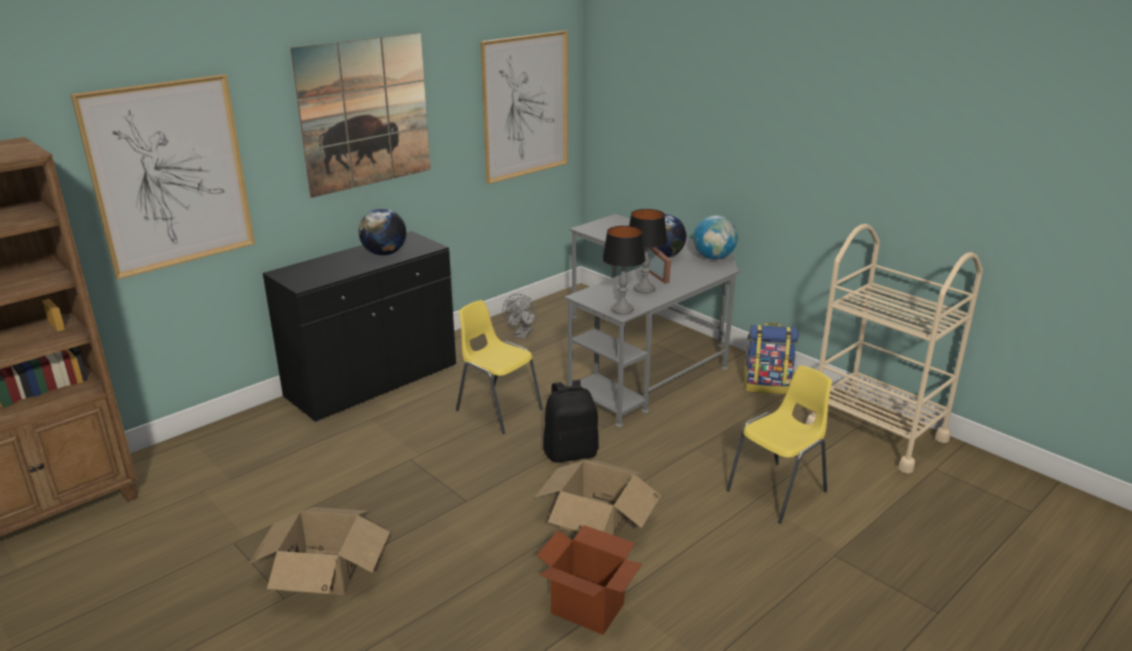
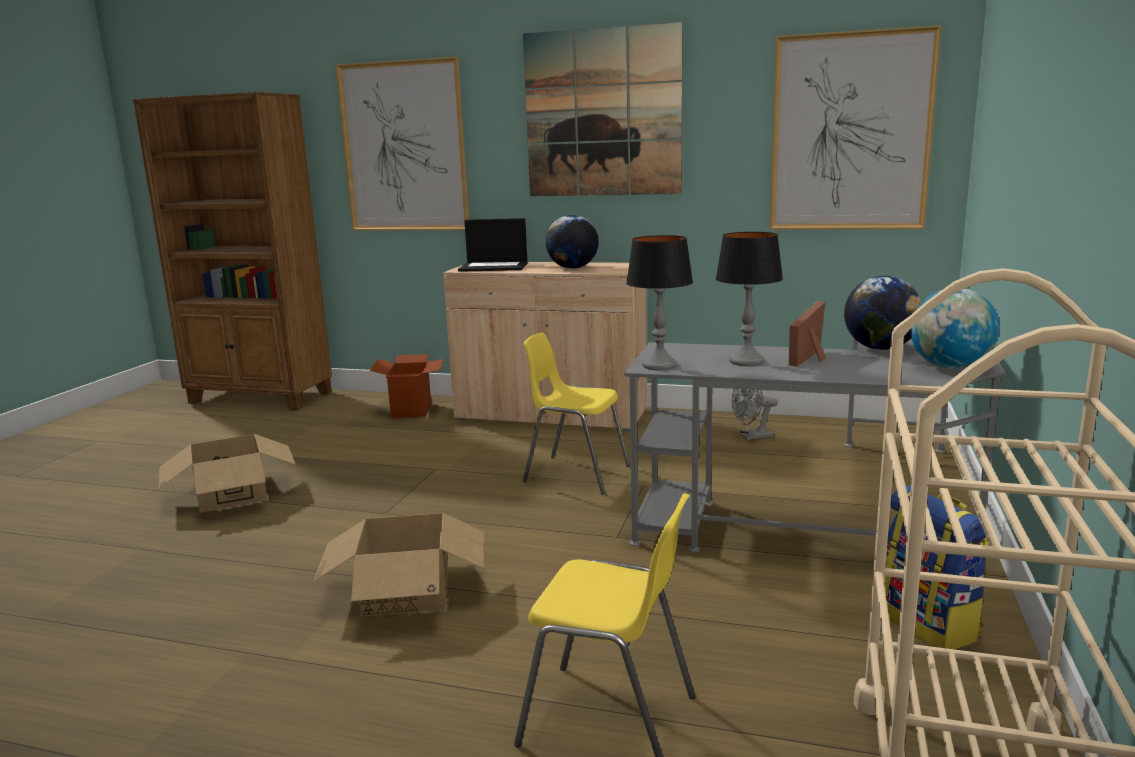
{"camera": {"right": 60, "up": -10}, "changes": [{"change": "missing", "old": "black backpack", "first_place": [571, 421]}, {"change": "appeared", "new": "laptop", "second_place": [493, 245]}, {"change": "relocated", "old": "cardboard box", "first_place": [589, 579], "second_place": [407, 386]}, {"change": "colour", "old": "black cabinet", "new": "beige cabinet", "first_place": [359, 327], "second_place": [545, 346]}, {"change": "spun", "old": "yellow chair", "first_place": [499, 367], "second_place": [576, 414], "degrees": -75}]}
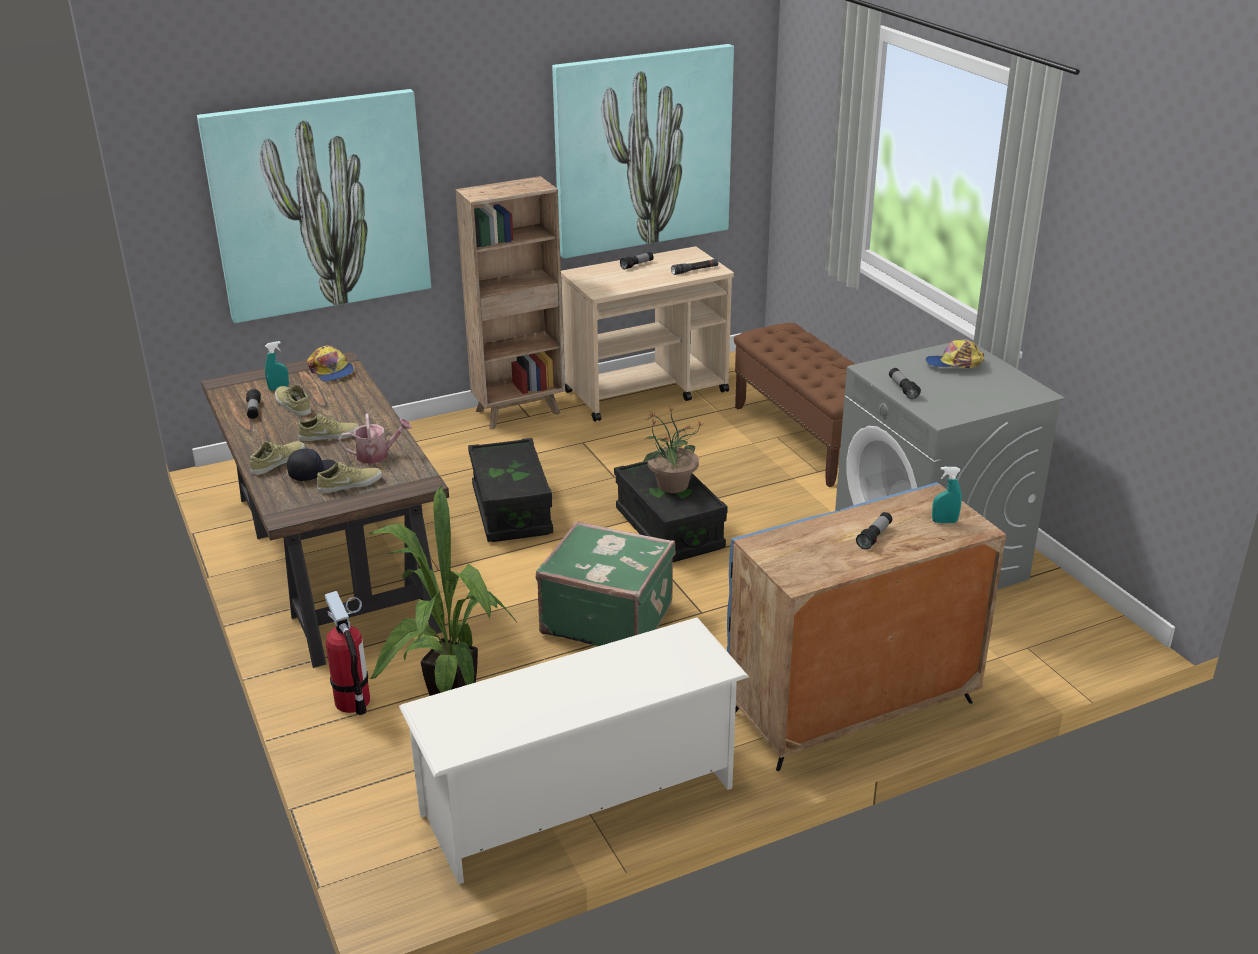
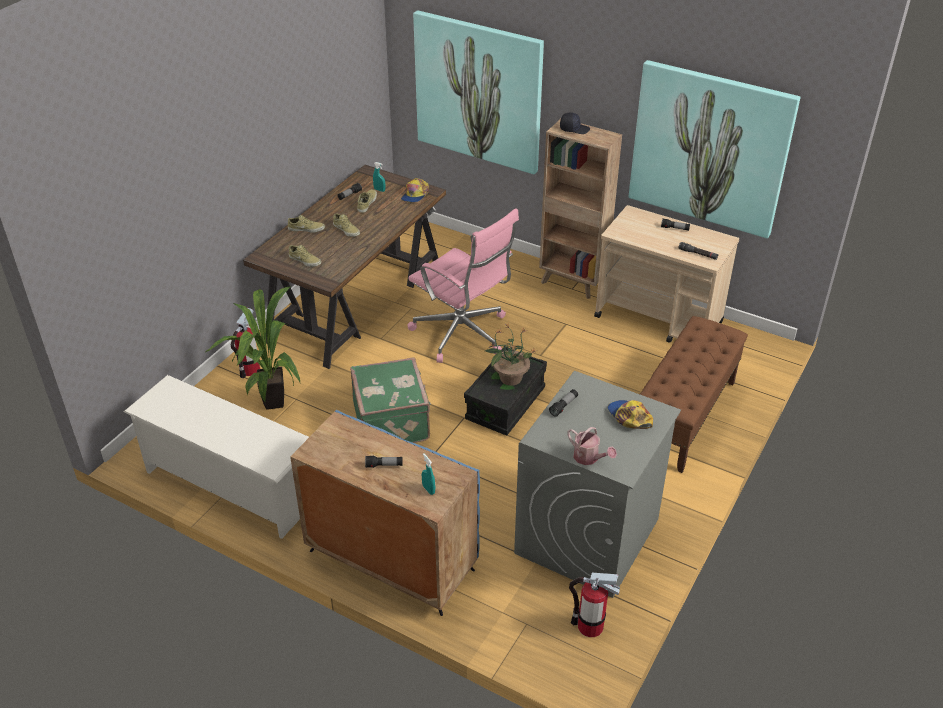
{"camera": {"right": 55, "up": 10}, "changes": [{"change": "appeared", "new": "fire extinguisher", "second_place": [594, 605]}, {"change": "relocated", "old": "black cap", "first_place": [311, 464], "second_place": [575, 123]}, {"change": "relocated", "old": "watering can", "first_place": [375, 439], "second_place": [592, 446]}, {"change": "exchanged", "old": "black storage box", "new": "pink office chair", "first_place": [510, 490], "second_place": [463, 285]}]}
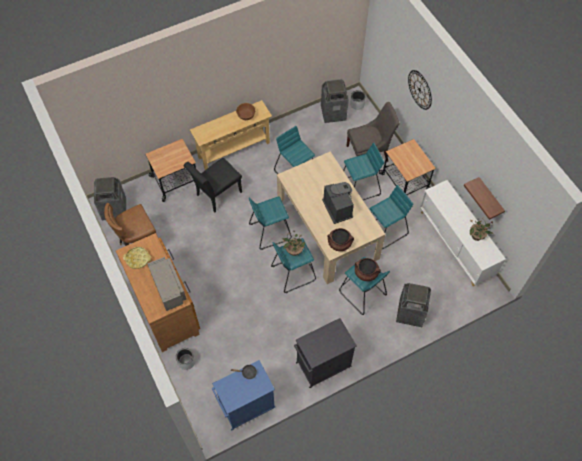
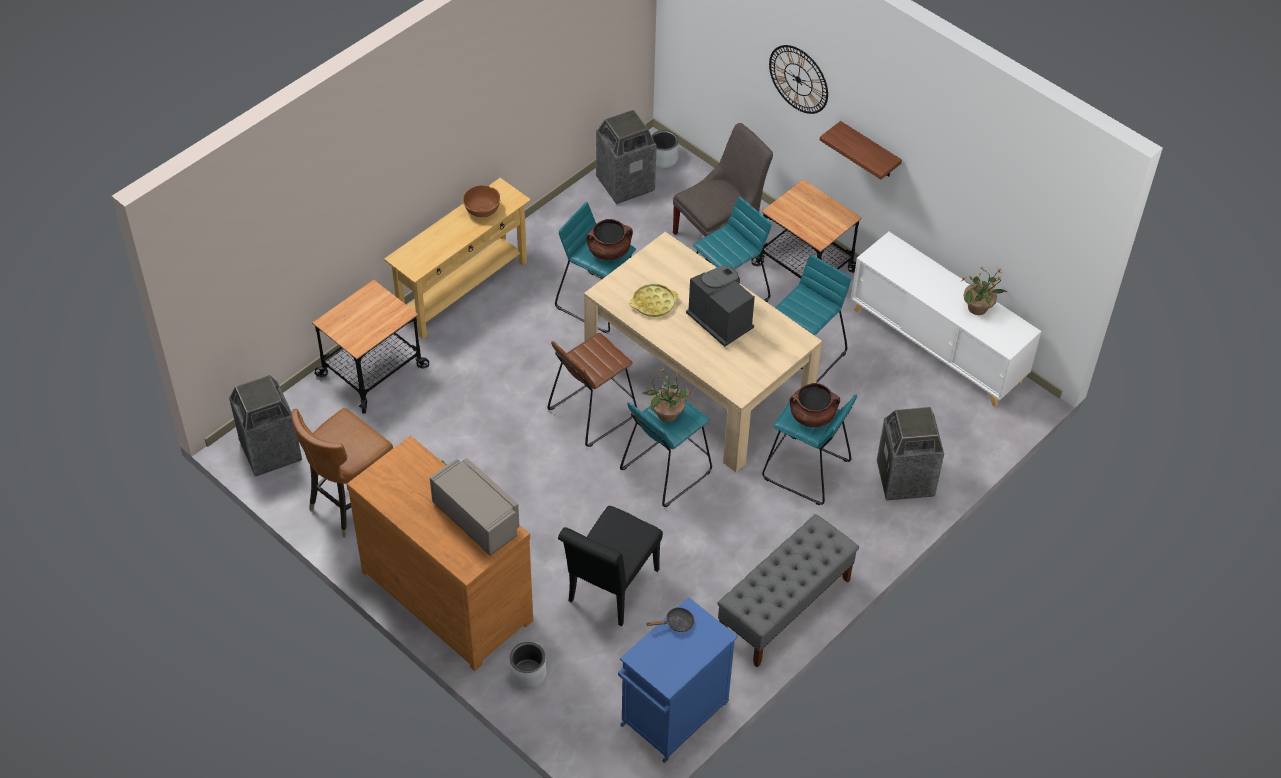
{"camera": {"right": -20, "up": -10}, "changes": [{"change": "relocated", "old": "yellow tray", "first_place": [137, 258], "second_place": [654, 300]}, {"change": "relocated", "old": "black chair", "first_place": [213, 185], "second_place": [610, 566]}, {"change": "relocated", "old": "brown cooking pot", "first_place": [340, 239], "second_place": [609, 239]}, {"change": "relocated", "old": "shelf", "first_place": [484, 198], "second_place": [861, 150]}, {"change": "exchanged", "old": "black cabinet", "new": "grey bench", "first_place": [325, 353], "second_place": [788, 591]}, {"change": "colour", "old": "turquoise stool", "new": "brown stool", "first_place": [270, 223], "second_place": [592, 390]}]}
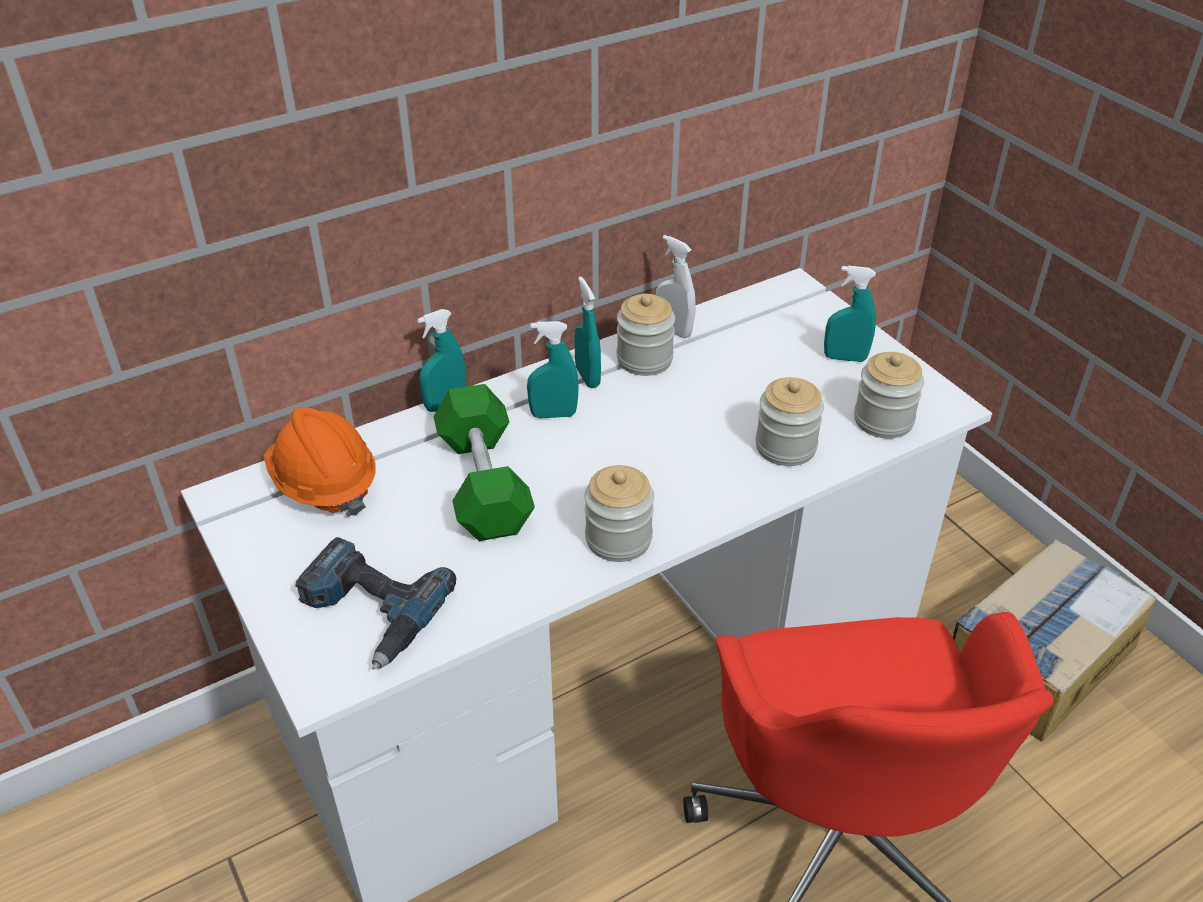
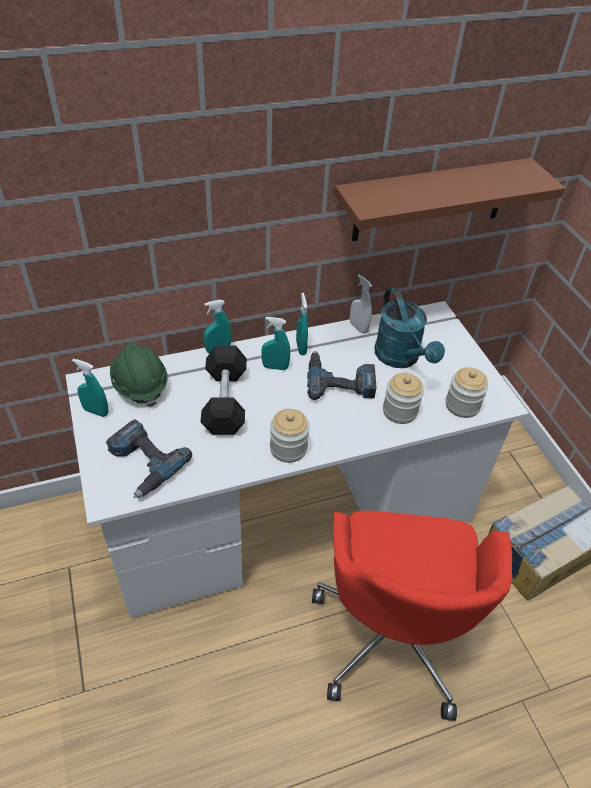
{"camera": {"right": 10, "up": 5}, "changes": [{"change": "missing", "old": "jar", "first_place": [646, 335]}, {"change": "appeared", "new": "power drill", "second_place": [341, 375]}, {"change": "appeared", "new": "brown shelf", "second_place": [450, 199]}, {"change": "appeared", "new": "turquoise watering can", "second_place": [409, 328]}, {"change": "relocated", "old": "turquoise spray bottle", "first_place": [850, 313], "second_place": [90, 388]}, {"change": "colour", "old": "orange hard hat", "new": "green hard hat", "first_place": [320, 461], "second_place": [139, 374]}, {"change": "colour", "old": "green dumbbell", "new": "black dumbbell", "first_place": [484, 462], "second_place": [223, 390]}]}
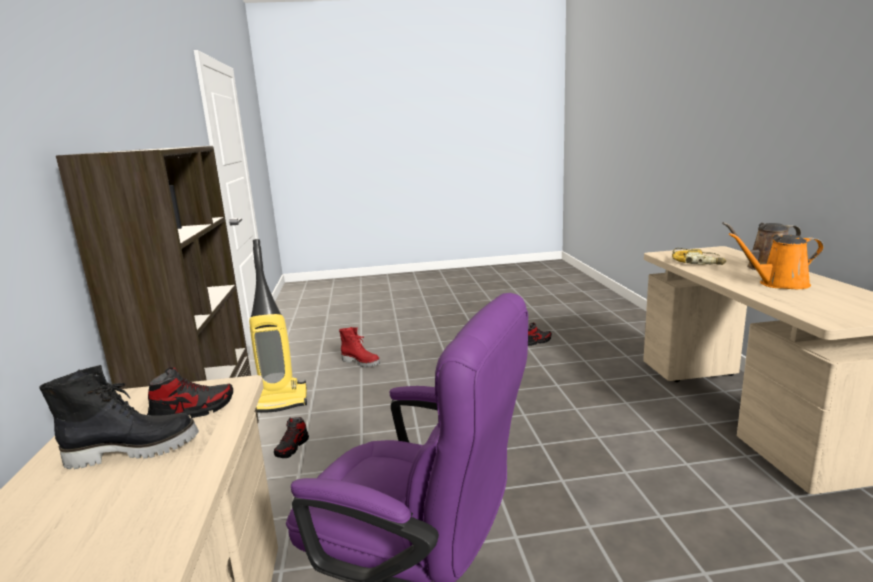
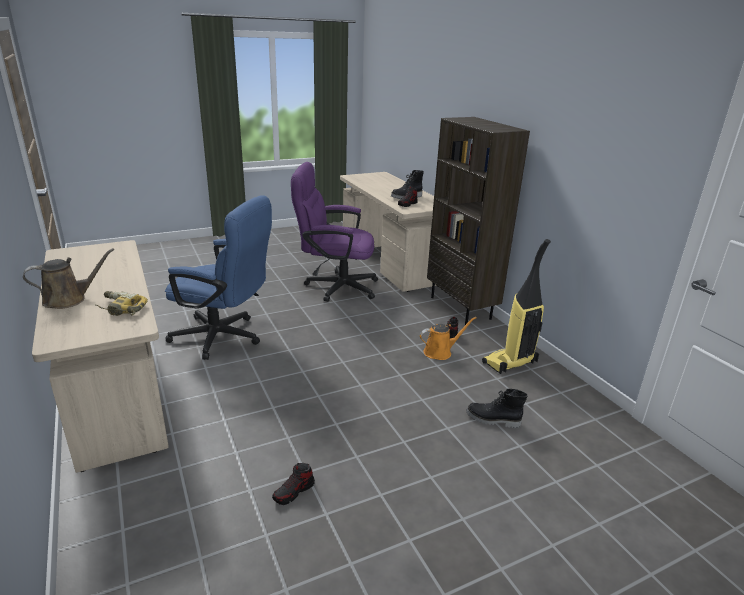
{"camera": {"right": 160, "up": 10}, "changes": [{"change": "appeared", "new": "blue office chair", "second_place": [218, 277]}, {"change": "relocated", "old": "orange watering can", "first_place": [776, 261], "second_place": [448, 338]}, {"change": "colour", "old": "red boot", "new": "black boot", "first_place": [359, 347], "second_place": [497, 408]}]}
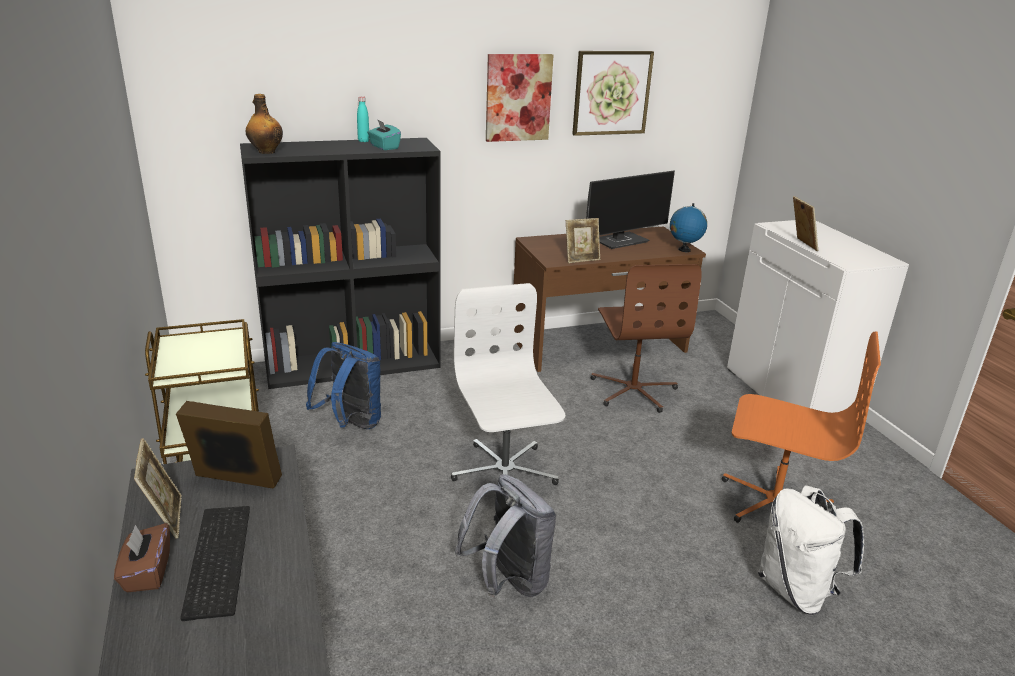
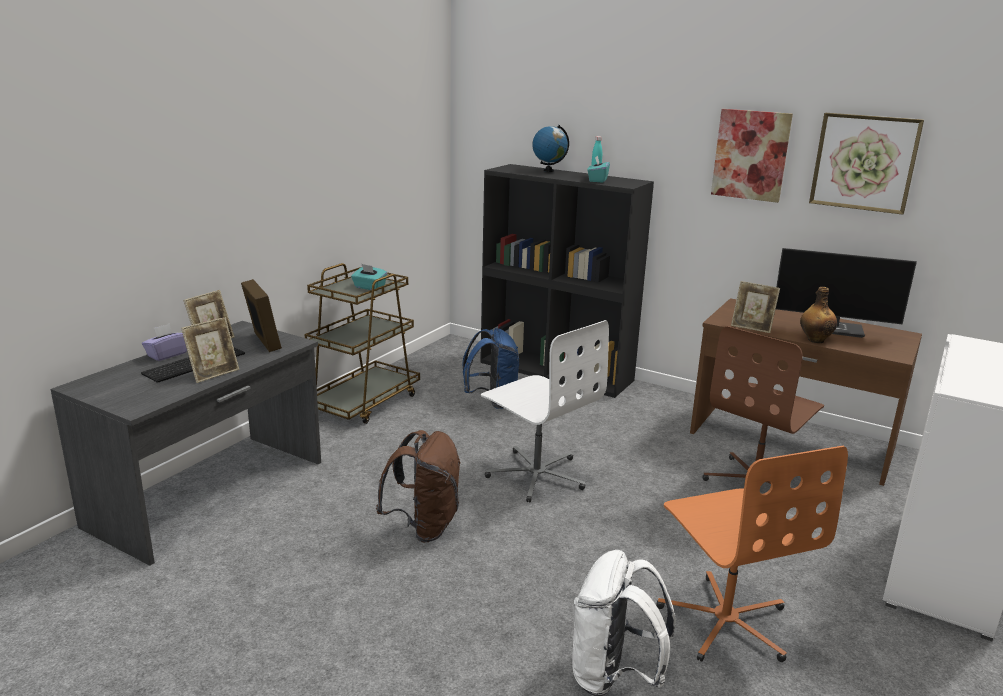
{"camera": {"right": 50, "up": -5}, "changes": [{"change": "appeared", "new": "turquoise tissue box", "second_place": [369, 277]}, {"change": "relocated", "old": "bottle", "first_place": [264, 124], "second_place": [818, 315]}, {"change": "relocated", "old": "globe", "first_place": [688, 227], "second_place": [550, 148]}, {"change": "relocated", "old": "picture frame", "first_place": [806, 223], "second_place": [210, 350]}, {"change": "colour", "old": "brown tissue box", "new": "purple tissue box", "first_place": [142, 557], "second_place": [164, 342]}, {"change": "colour", "old": "grey backpack", "new": "brown backpack", "first_place": [505, 535], "second_place": [418, 486]}, {"change": "spun", "old": "white office chair", "first_place": [508, 384], "second_place": [545, 411], "degrees": 105}]}
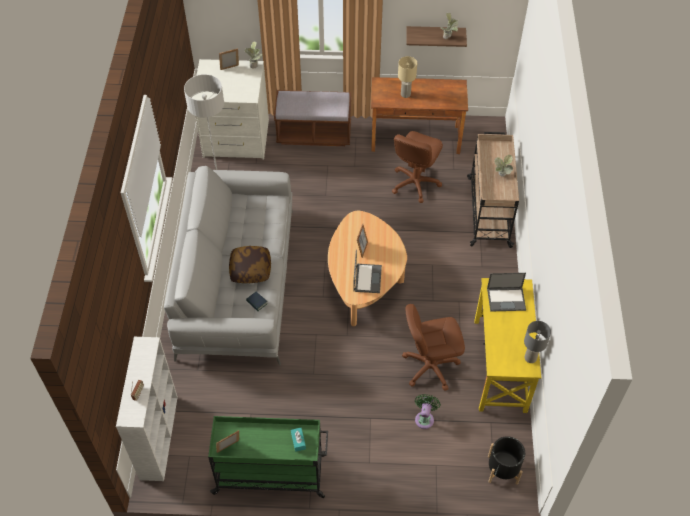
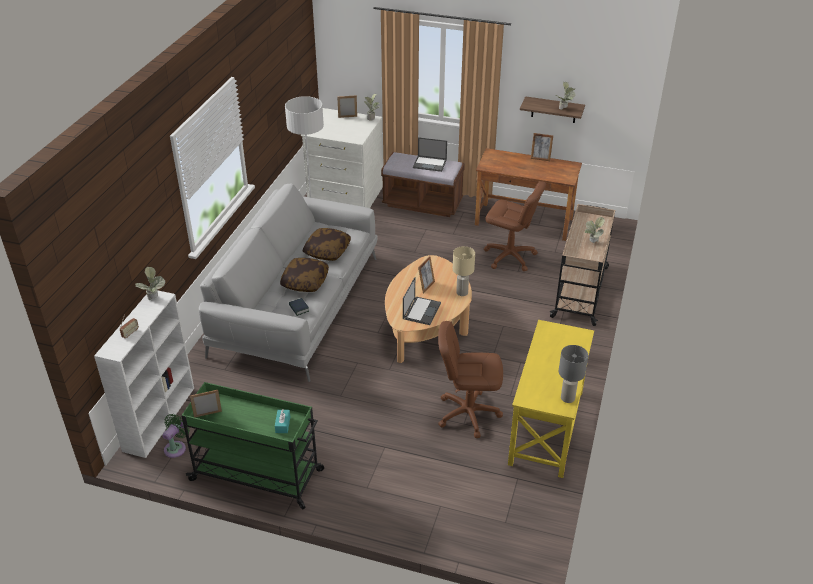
{"camera": {"right": 15, "up": -15}, "changes": [{"change": "missing", "old": "black planter", "first_place": [506, 460]}, {"change": "appeared", "new": "potted plant", "second_place": [150, 283]}, {"change": "appeared", "new": "pillow", "second_place": [327, 244]}, {"change": "appeared", "new": "picture frame", "second_place": [542, 147]}, {"change": "relocated", "old": "beige table lamp", "first_place": [407, 77], "second_place": [464, 271]}, {"change": "relocated", "old": "green fan", "first_place": [428, 411], "second_place": [176, 436]}, {"change": "relocated", "old": "laptop", "first_place": [506, 292], "second_place": [430, 154]}, {"change": "spun", "old": "brown office chair", "first_place": [417, 167], "second_place": [515, 226], "degrees": -105}]}
